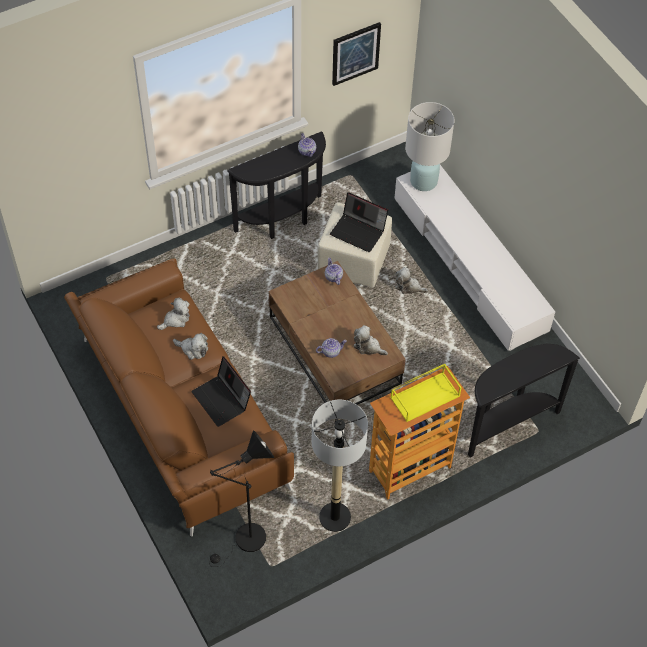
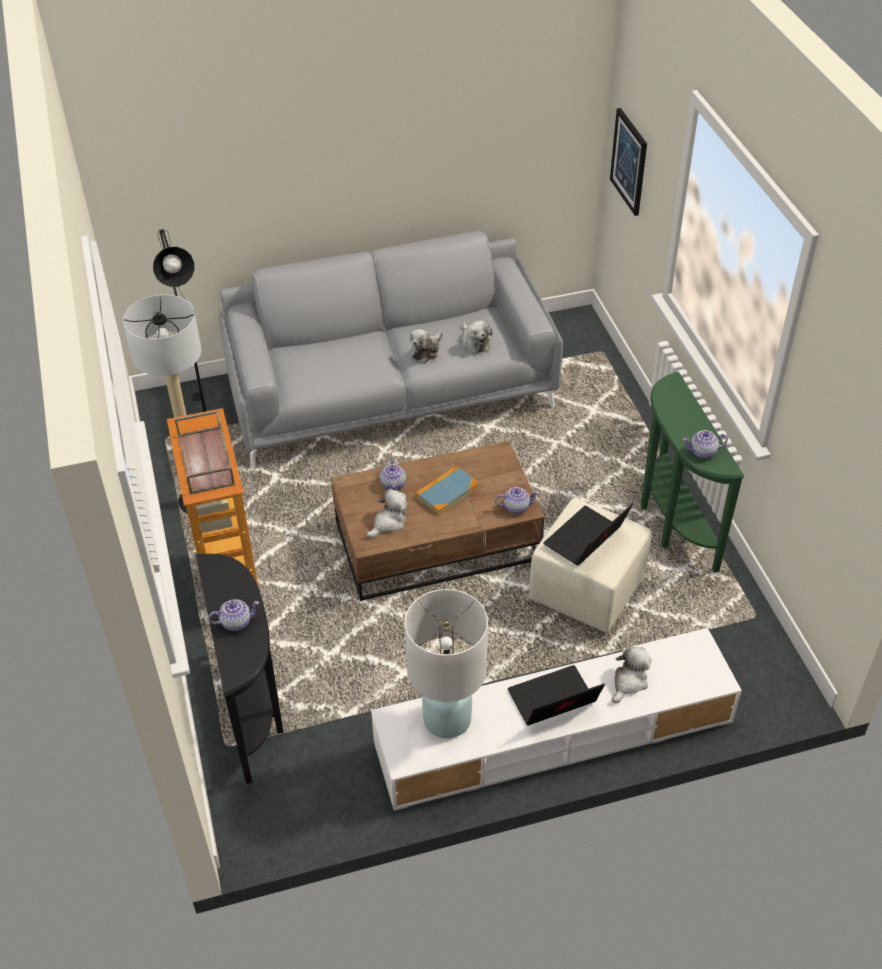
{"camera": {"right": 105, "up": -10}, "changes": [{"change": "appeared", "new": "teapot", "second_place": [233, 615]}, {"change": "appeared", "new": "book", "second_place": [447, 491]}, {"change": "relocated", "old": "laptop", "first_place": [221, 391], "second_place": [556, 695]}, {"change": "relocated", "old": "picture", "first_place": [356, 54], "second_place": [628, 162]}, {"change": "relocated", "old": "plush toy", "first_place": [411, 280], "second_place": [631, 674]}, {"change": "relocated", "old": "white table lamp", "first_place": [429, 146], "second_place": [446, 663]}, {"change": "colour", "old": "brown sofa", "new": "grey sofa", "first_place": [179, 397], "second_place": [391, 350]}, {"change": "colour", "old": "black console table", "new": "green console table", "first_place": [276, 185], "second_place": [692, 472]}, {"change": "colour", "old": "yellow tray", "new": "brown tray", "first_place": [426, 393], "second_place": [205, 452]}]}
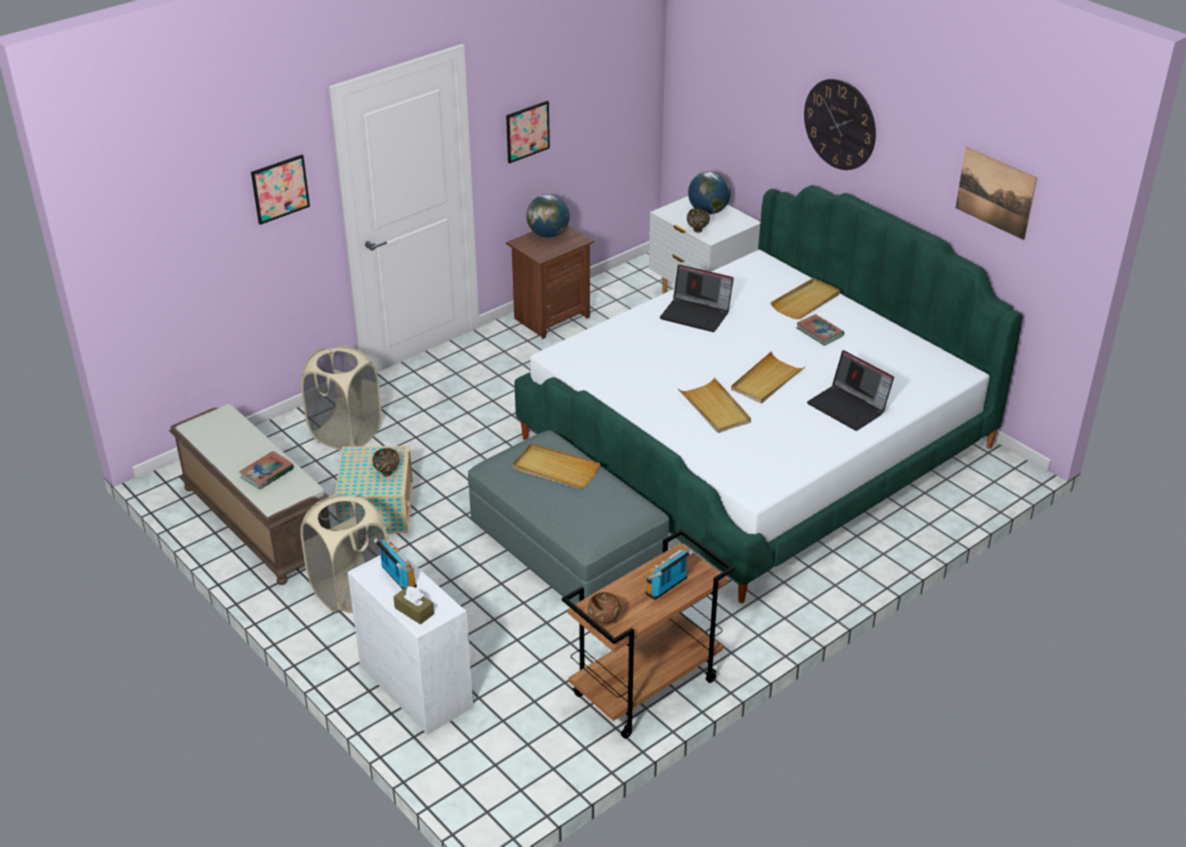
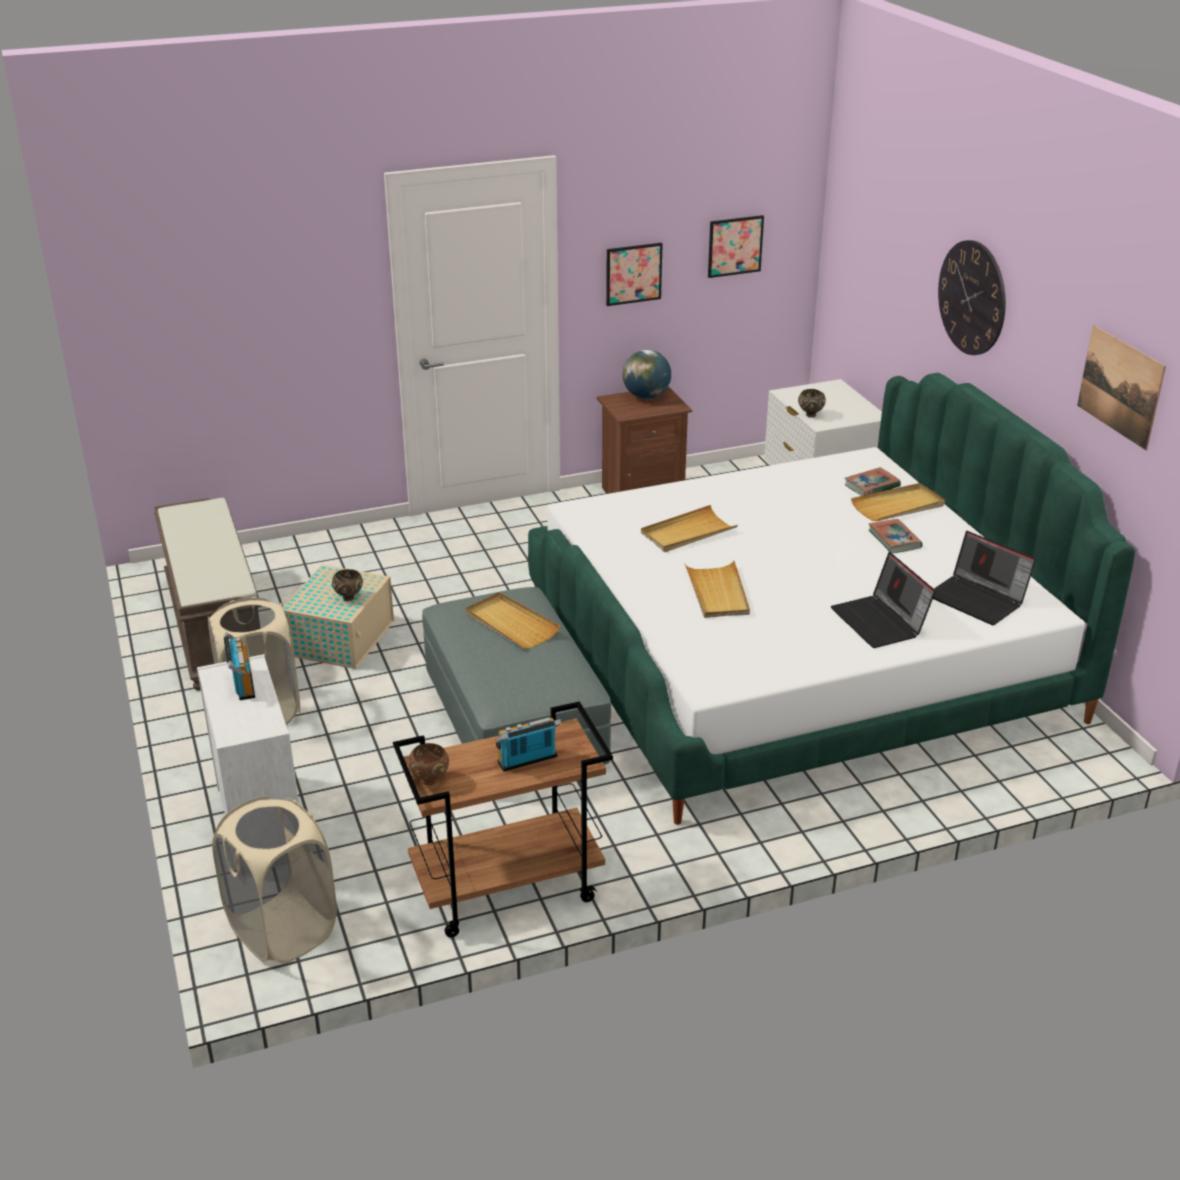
{"camera": {"right": 20, "up": -5}, "changes": [{"change": "missing", "old": "brown tissue box", "first_place": [413, 605]}, {"change": "missing", "old": "globe", "first_place": [709, 192]}, {"change": "relocated", "old": "book", "first_place": [266, 470], "second_place": [872, 481]}, {"change": "relocated", "old": "picture", "first_place": [280, 190], "second_place": [736, 246]}, {"change": "relocated", "old": "beige laundry basket", "first_place": [341, 397], "second_place": [274, 880]}, {"change": "relocated", "old": "laptop", "first_place": [697, 298], "second_place": [984, 578]}, {"change": "relocated", "old": "beige tray", "first_place": [768, 377], "second_place": [689, 528]}]}
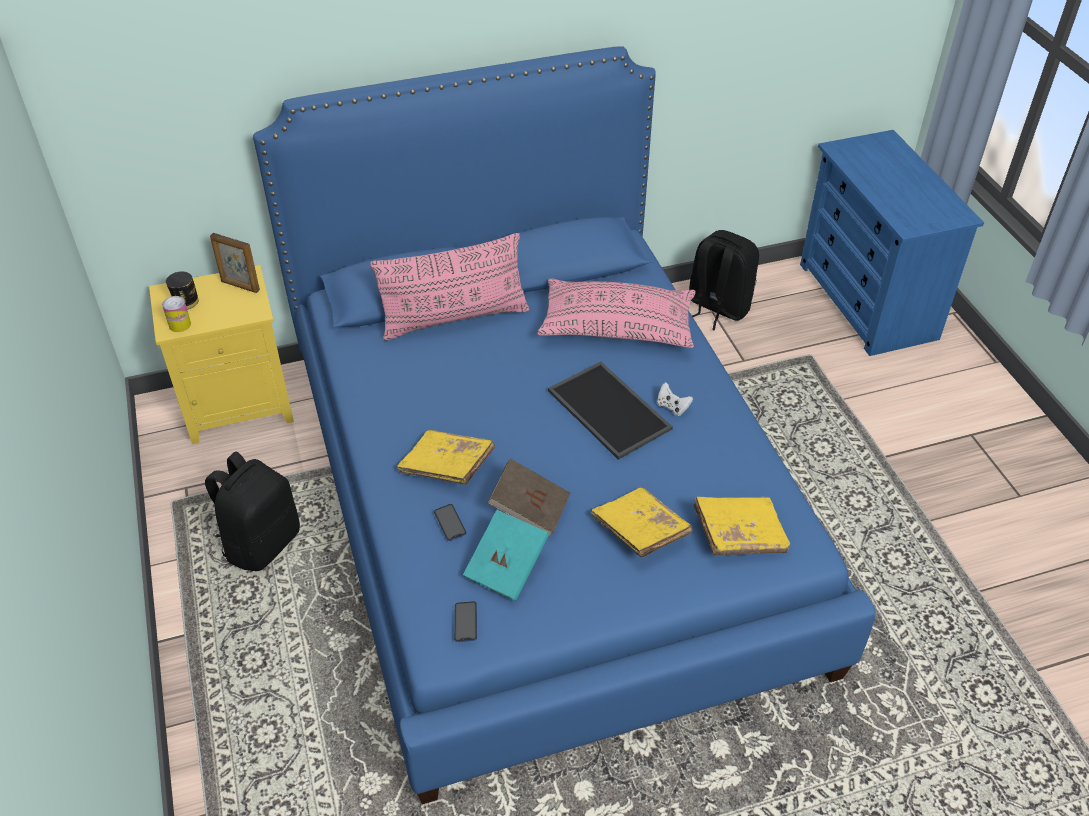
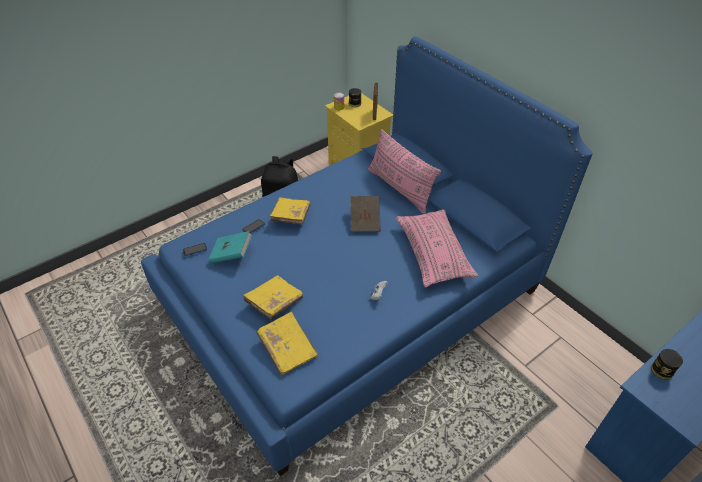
{"camera": {"right": 70, "up": 0}, "changes": [{"change": "missing", "old": "tray", "first_place": [610, 410]}, {"change": "missing", "old": "black backpack", "first_place": [724, 280]}, {"change": "appeared", "new": "can", "second_place": [667, 364]}, {"change": "relocated", "old": "brown book", "first_place": [528, 498], "second_place": [365, 214]}]}
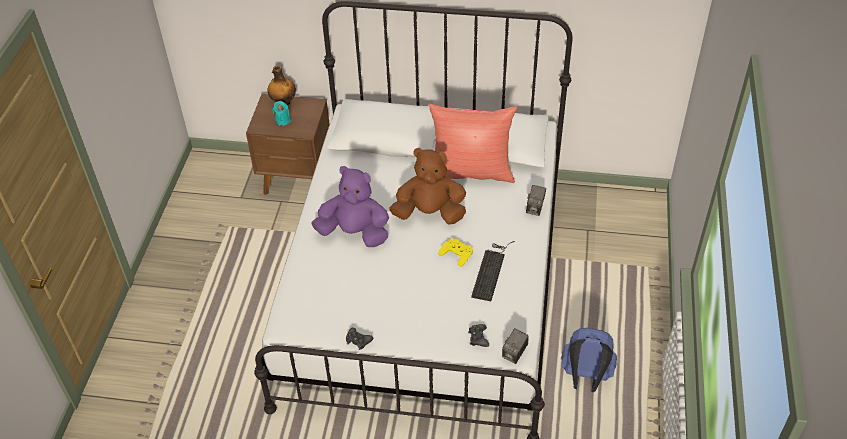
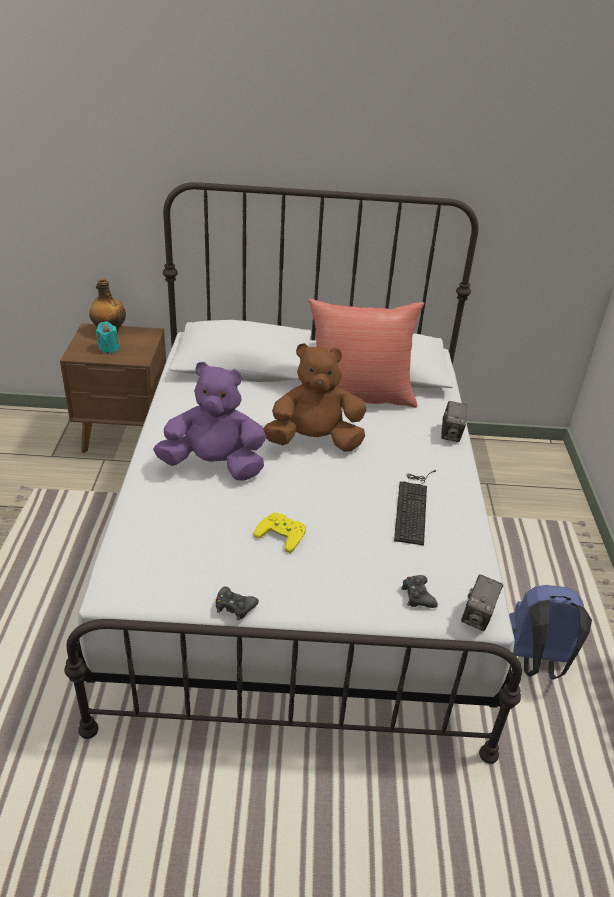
{"camera": {"right": -10, "up": -10}, "changes": [{"change": "relocated", "old": "yellow game controller", "first_place": [455, 252], "second_place": [280, 532]}]}
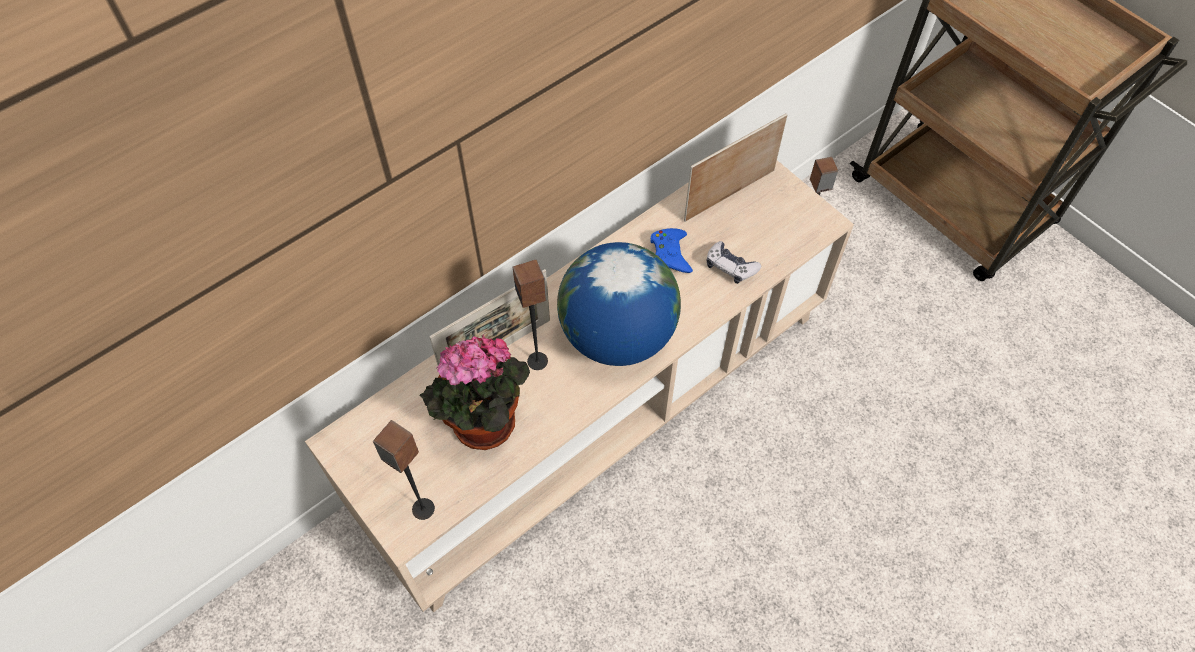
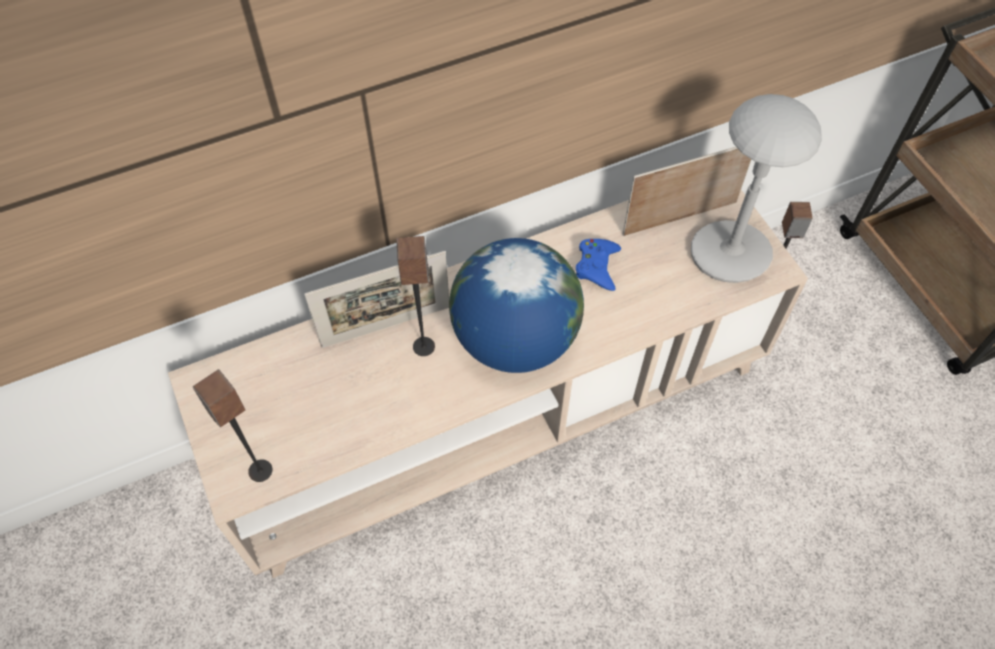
{"camera": {"right": 15, "up": 0}, "changes": [{"change": "missing", "old": "potted plant", "first_place": [475, 392]}, {"change": "missing", "old": "game controller", "first_place": [734, 262]}, {"change": "appeared", "new": "grey table lamp", "second_place": [756, 188]}]}
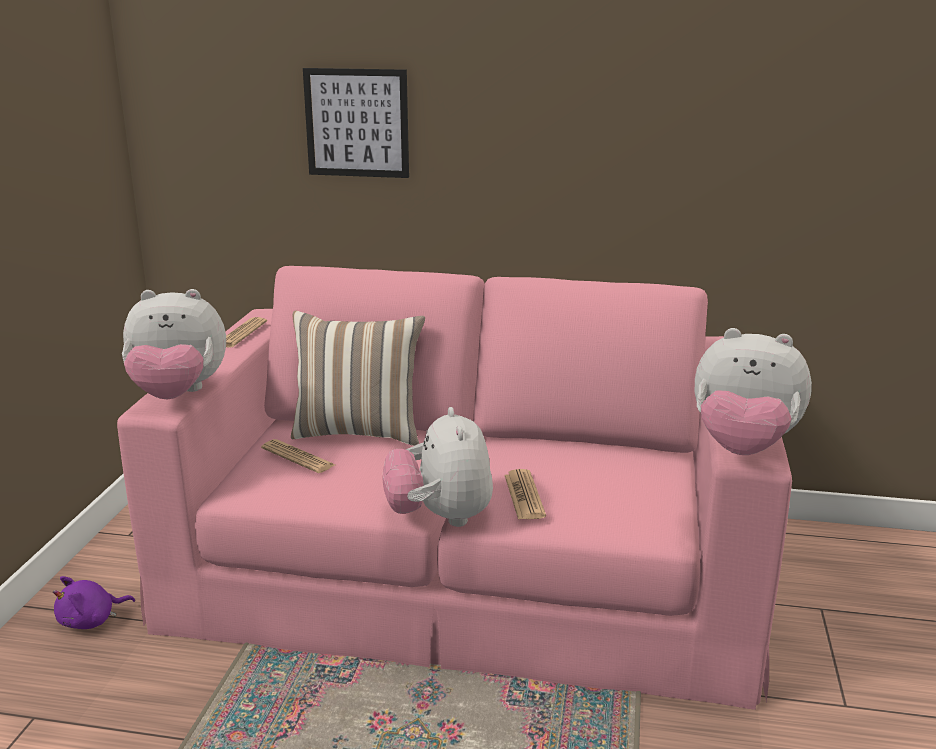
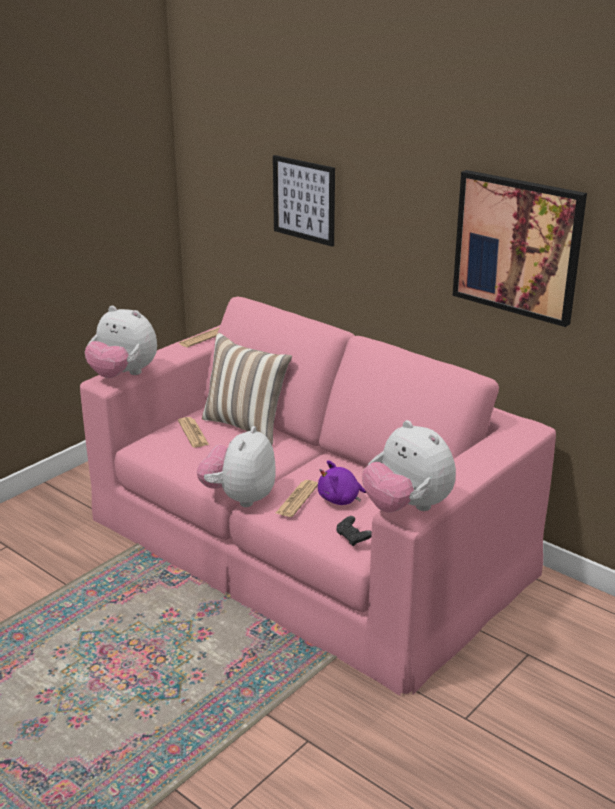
{"camera": {"right": 30, "up": 5}, "changes": [{"change": "appeared", "new": "black game controller", "second_place": [354, 531]}, {"change": "appeared", "new": "picture", "second_place": [520, 248]}, {"change": "relocated", "old": "purple plush toy", "first_place": [94, 602], "second_place": [342, 482]}]}
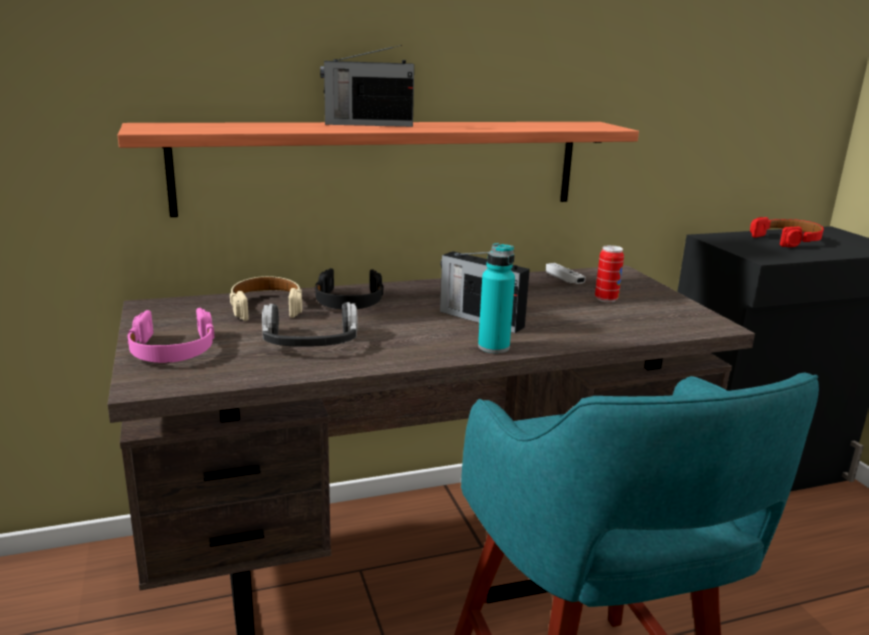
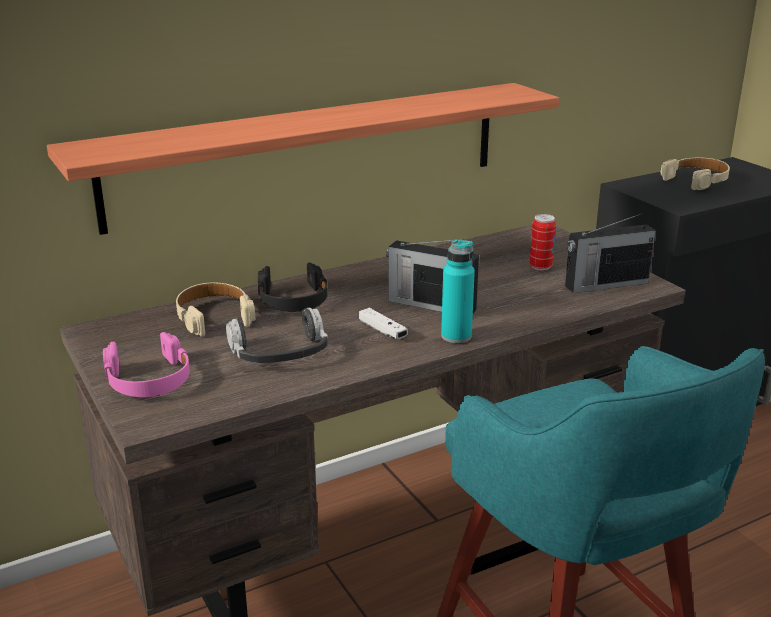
{"camera": {"right": -10, "up": 5}, "changes": [{"change": "relocated", "old": "radio", "first_place": [367, 86], "second_place": [610, 253]}, {"change": "relocated", "old": "white game controller", "first_place": [565, 273], "second_place": [383, 323]}, {"change": "colour", "old": "red headphones", "new": "beige headphones", "first_place": [787, 232], "second_place": [695, 174]}]}
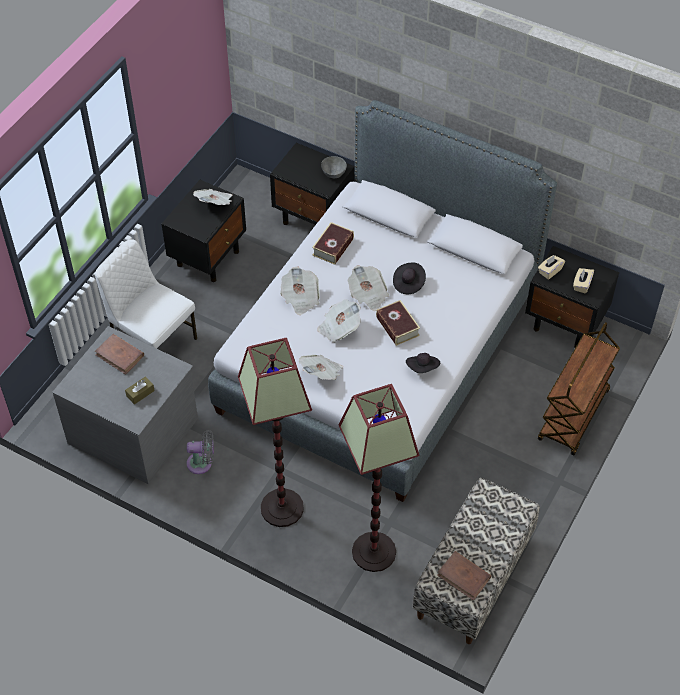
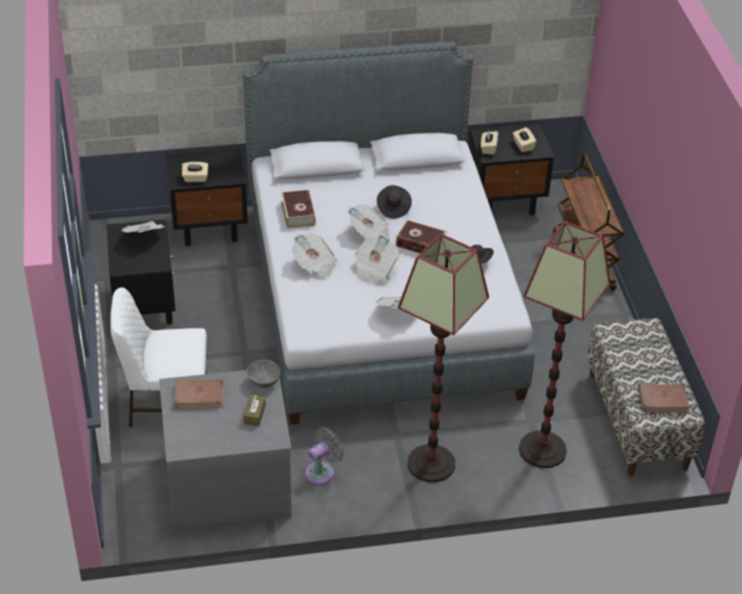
{"camera": {"right": -40, "up": -10}, "changes": [{"change": "appeared", "new": "beige tissue box", "second_place": [195, 172]}, {"change": "relocated", "old": "grey bowl", "first_place": [334, 167], "second_place": [263, 374]}]}
